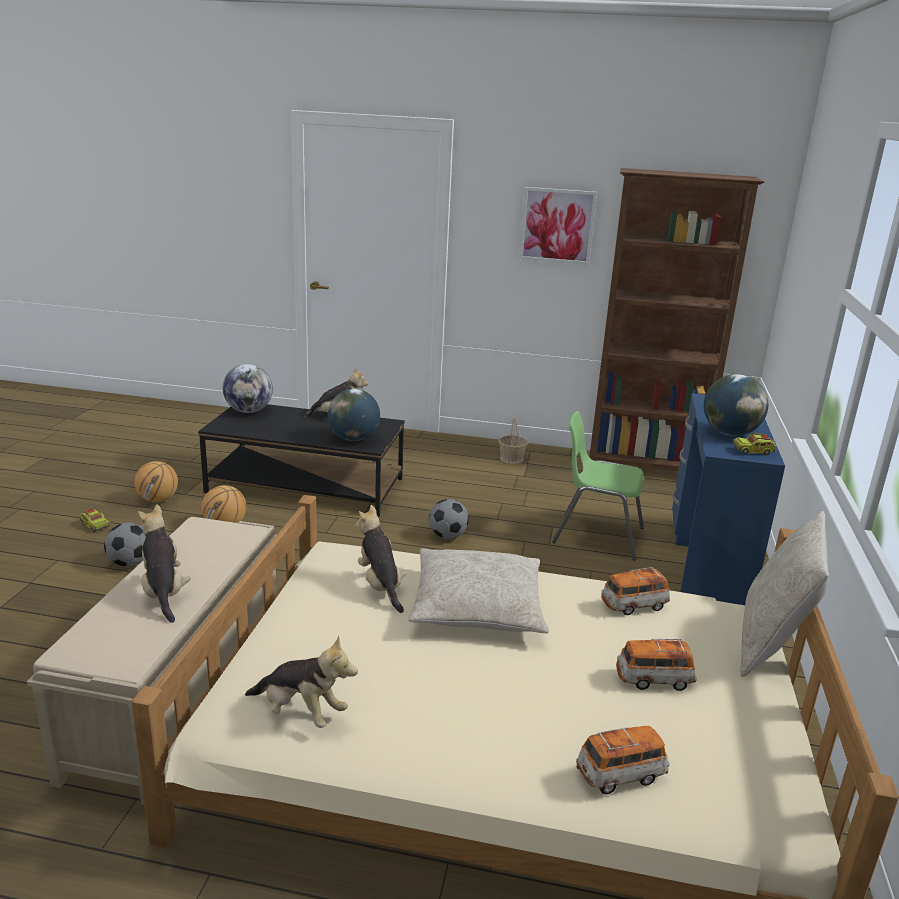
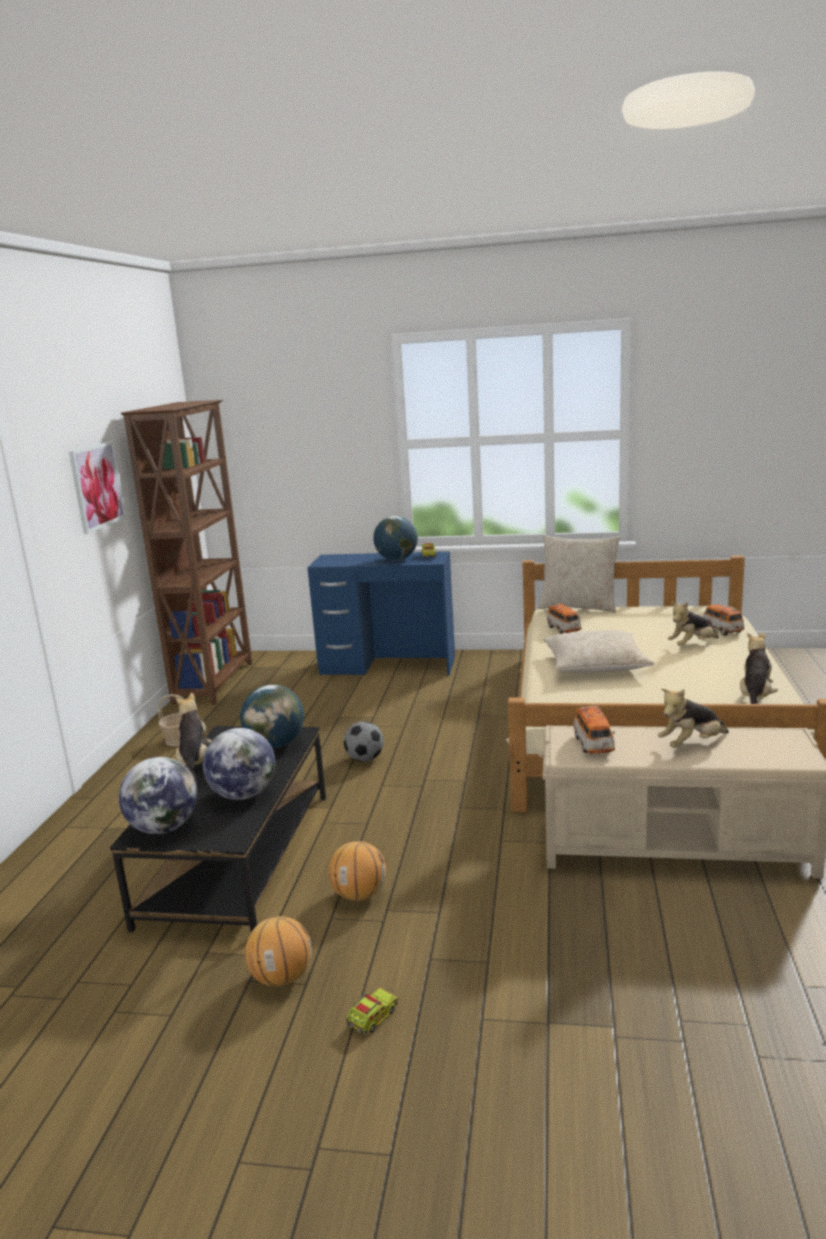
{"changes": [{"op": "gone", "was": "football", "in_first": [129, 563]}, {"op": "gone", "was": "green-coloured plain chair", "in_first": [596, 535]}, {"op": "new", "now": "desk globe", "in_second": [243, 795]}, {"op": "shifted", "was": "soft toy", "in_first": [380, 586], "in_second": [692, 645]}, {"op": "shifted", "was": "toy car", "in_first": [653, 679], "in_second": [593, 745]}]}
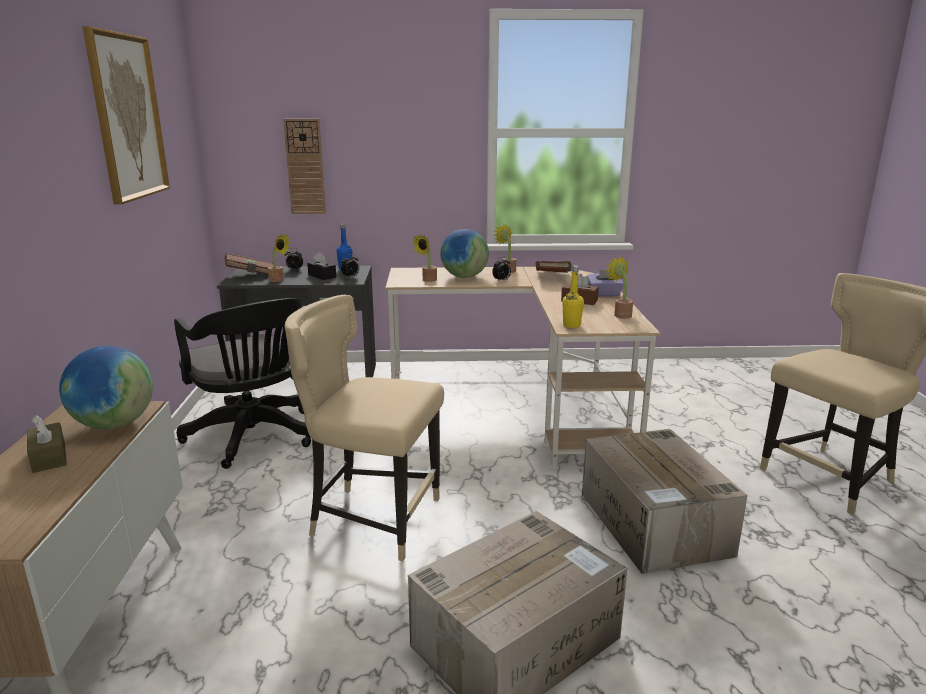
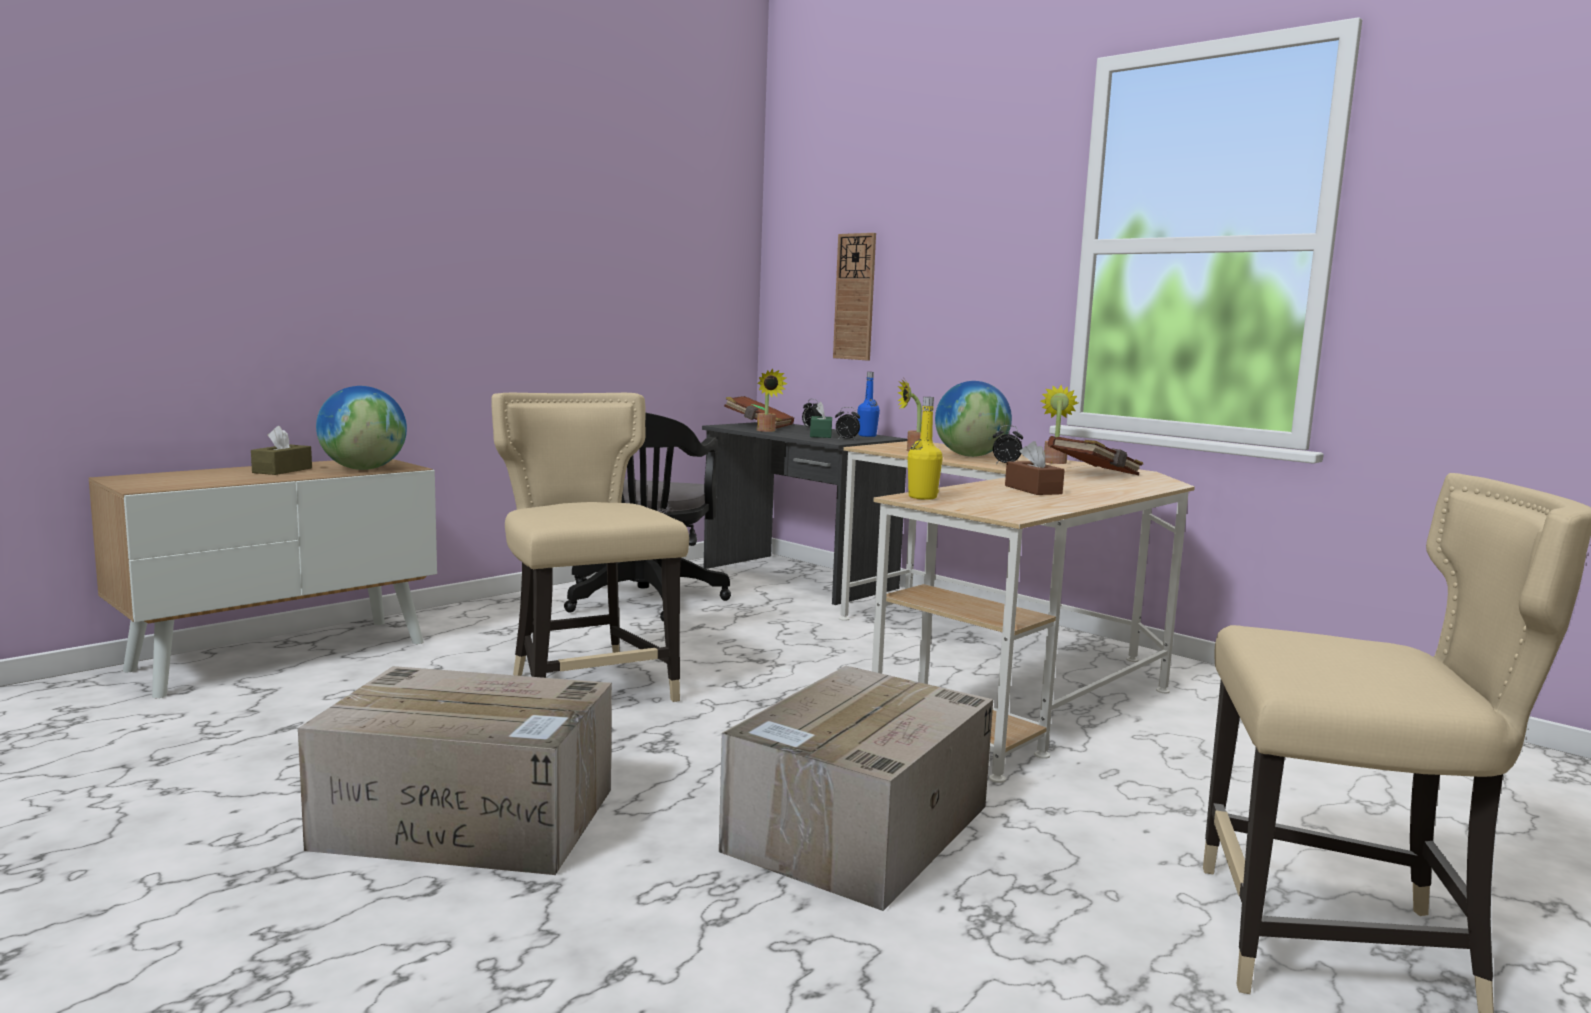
{"changes": [{"op": "gone", "was": "wall picture", "in_first": [127, 117]}, {"op": "gone", "was": "purple-coloured tissue holder", "in_first": [604, 294]}, {"op": "gone", "was": "houseplant", "in_first": [620, 314]}, {"op": "repainted", "was": "black-coloured tissue holder", "now": "green-coloured tissue holder", "in_first": [322, 276], "in_second": [820, 435]}]}
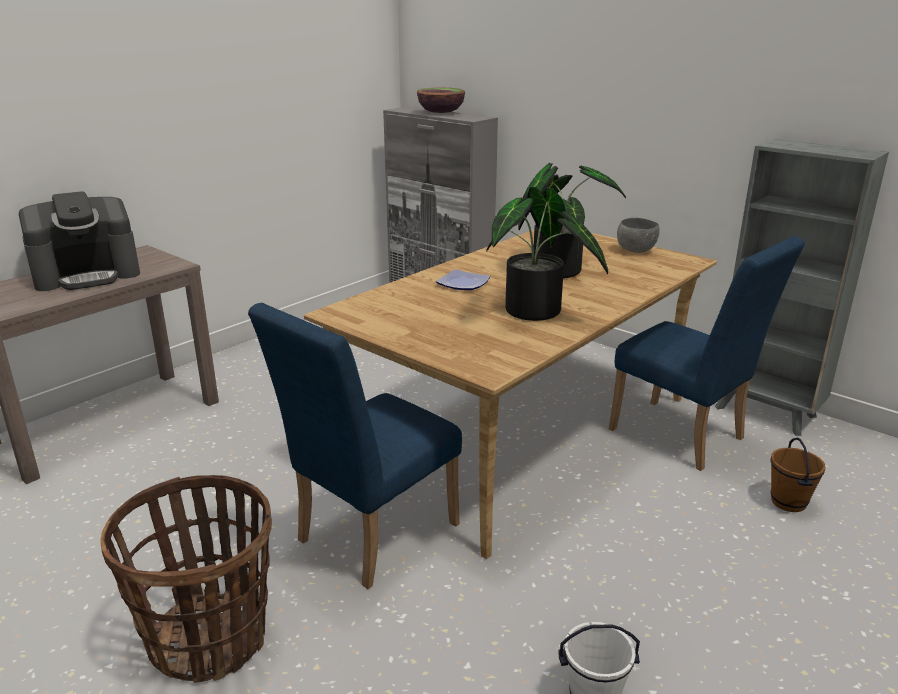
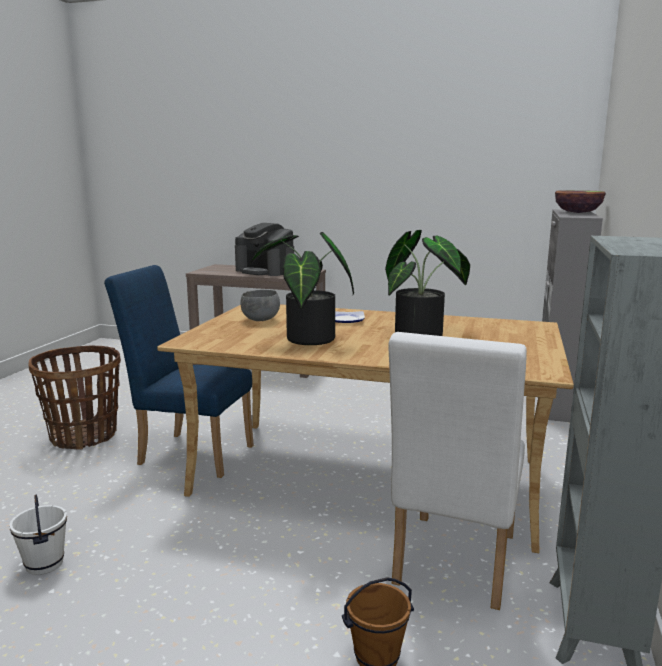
{"changes": [{"op": "shifted", "was": "gray bowl", "in_first": [636, 251], "in_second": [261, 320]}, {"op": "repainted", "was": "blue-coloured plain chair", "now": "white plain chair", "in_first": [684, 438], "in_second": [452, 565]}]}
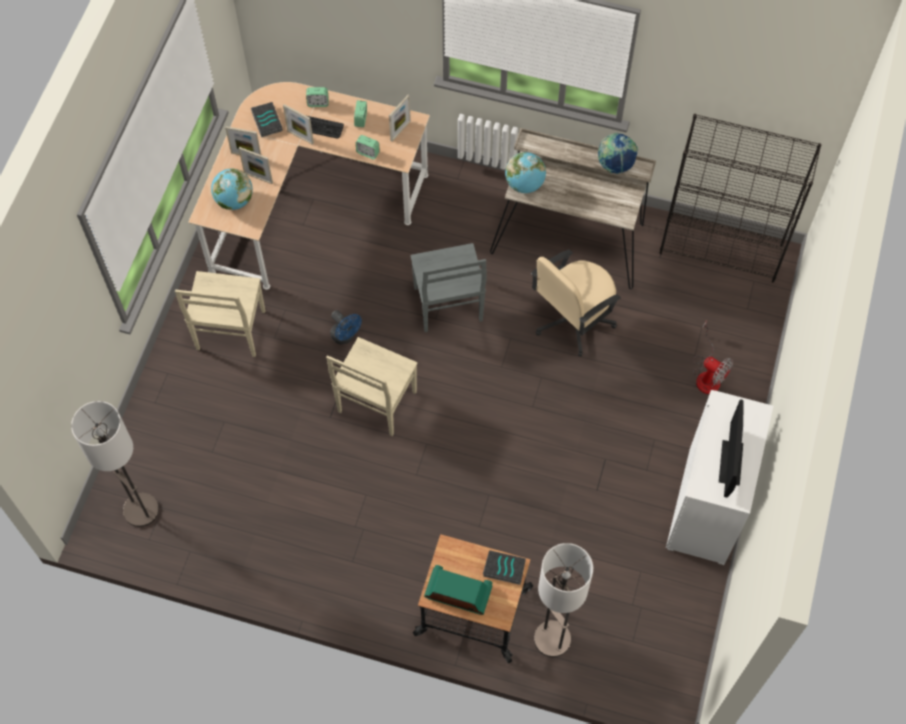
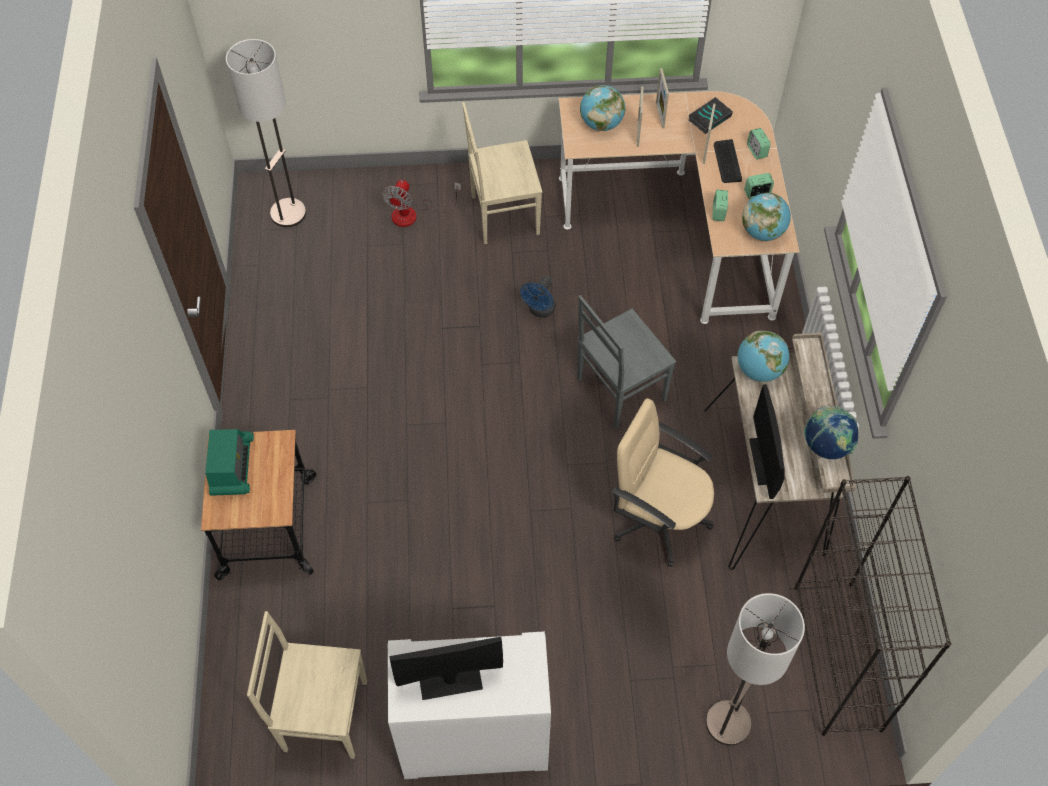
{"changes": [{"op": "gone", "was": "bound book", "in_first": [503, 569]}, {"op": "new", "now": "computer screen", "in_second": [765, 461]}, {"op": "shifted", "was": "beige plain chair", "in_first": [376, 403], "in_second": [322, 715]}, {"op": "shifted", "was": "standing lamp", "in_first": [552, 639], "in_second": [728, 722]}, {"op": "shifted", "was": "electric fan", "in_first": [707, 374], "in_second": [413, 214]}, {"op": "swapped", "was": "standing frame", "now": "desk globe", "in_first": [400, 131], "in_second": [762, 232]}]}
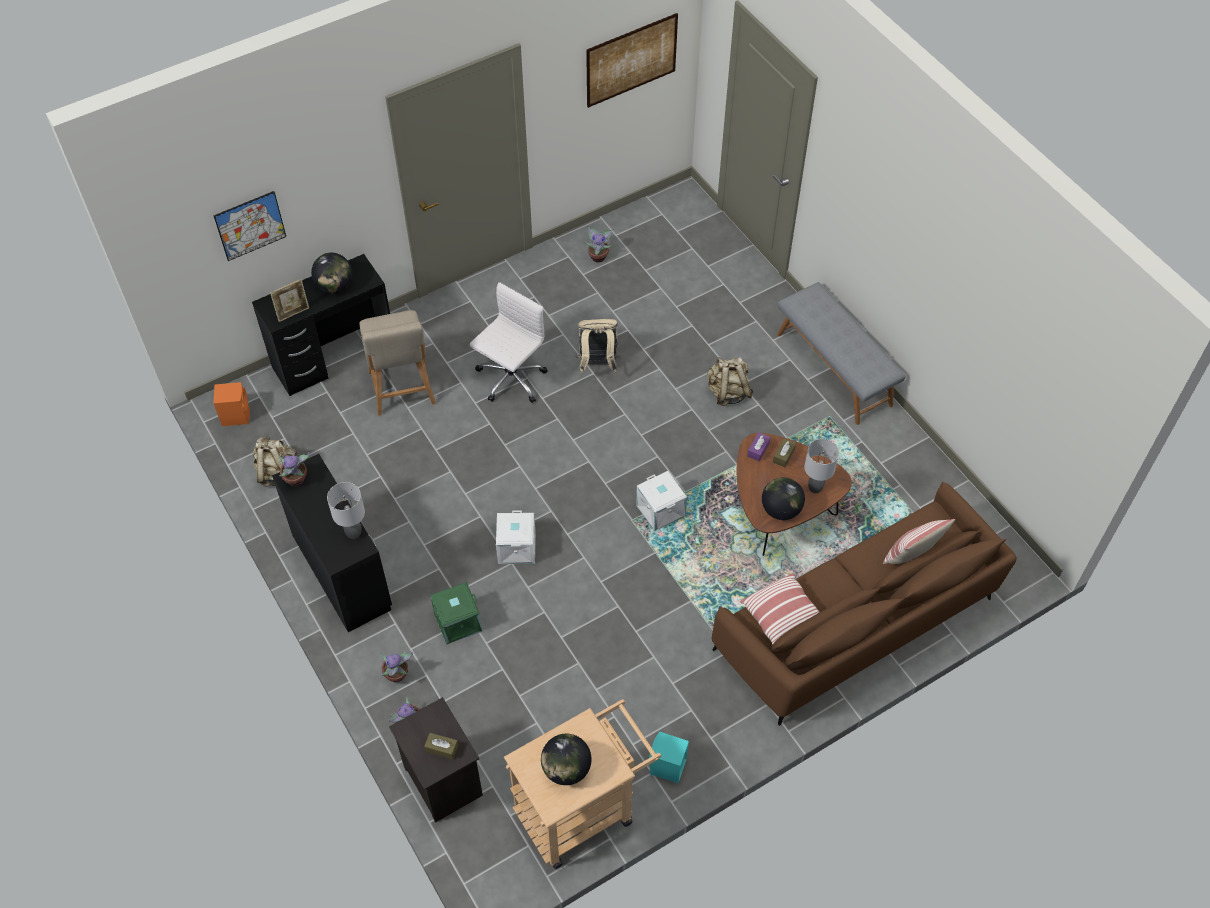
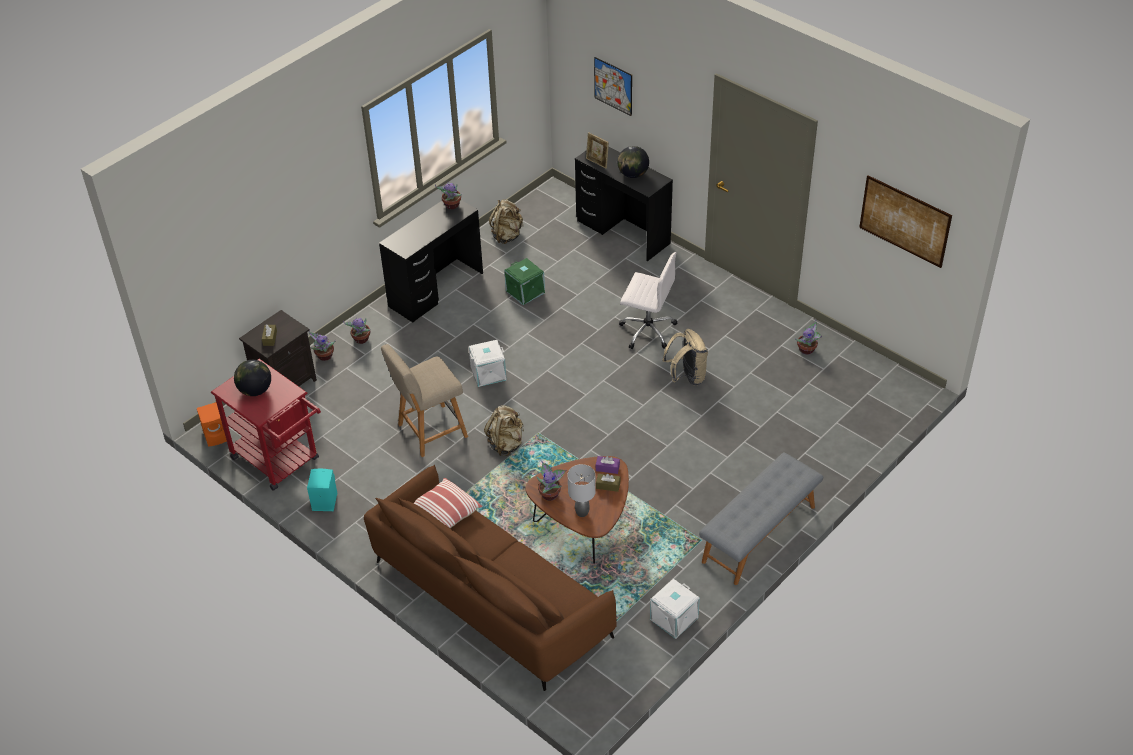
{"changes": [{"op": "gone", "was": "gray lamp for a table", "in_first": [354, 534]}, {"op": "gone", "was": "cushion", "in_first": [912, 554]}, {"op": "shifted", "was": "orange-coloured loudspeaker", "in_first": [236, 415], "in_second": [217, 436]}, {"op": "shifted", "was": "beige plain chair", "in_first": [402, 390], "in_second": [429, 432]}, {"op": "shifted", "was": "green-coloured storage box", "in_first": [458, 621], "in_second": [526, 291]}, {"op": "shifted", "was": "white storage box", "in_first": [661, 510], "in_second": [674, 619]}, {"op": "shifted", "was": "beige backpack", "in_first": [728, 392], "in_second": [506, 444]}, {"op": "swapped", "was": "desk globe", "now": "houseplant", "in_first": [781, 510], "in_second": [550, 494]}, {"op": "repainted", "was": "beige cart", "now": "reddish cart", "in_first": [582, 808], "in_second": [280, 461]}]}
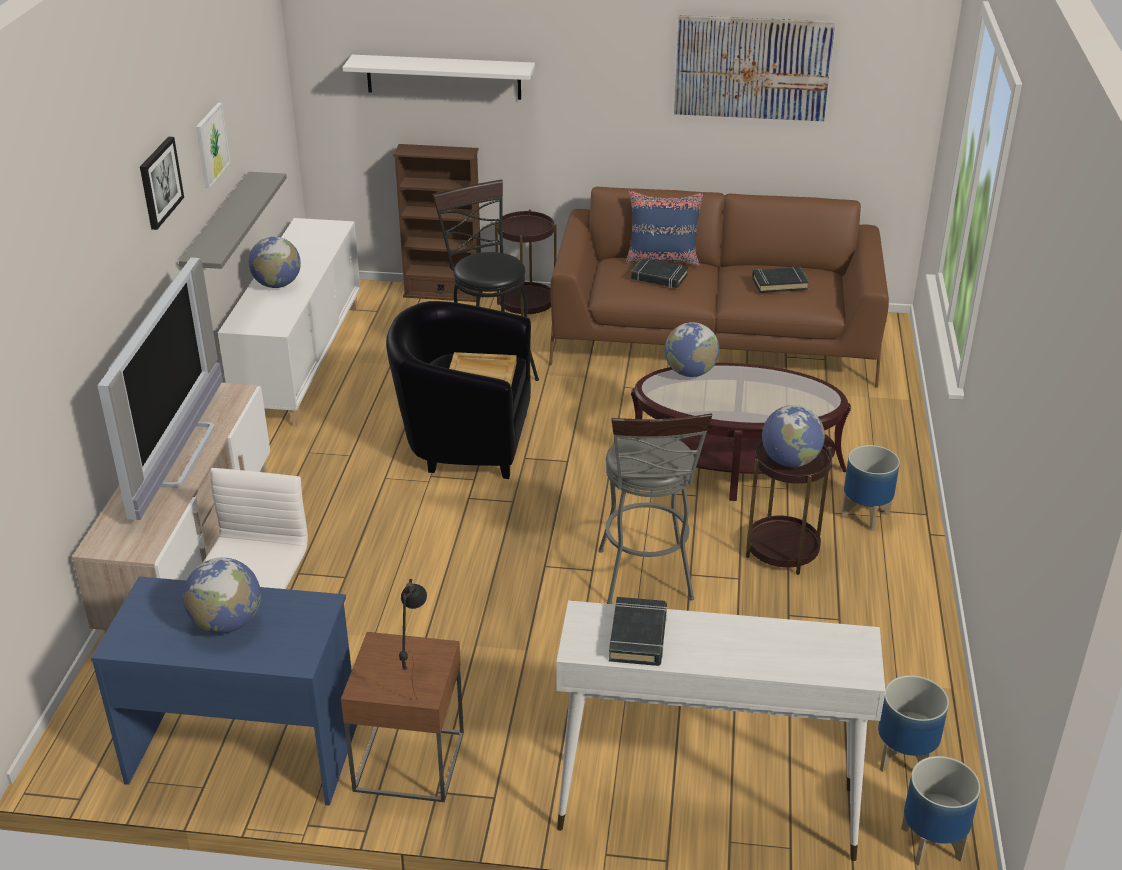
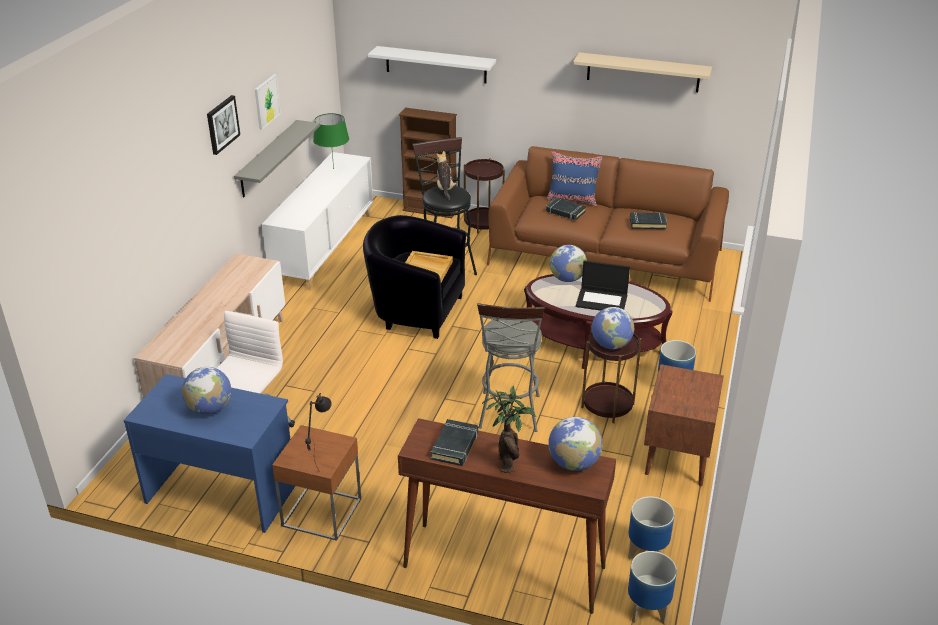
{"changes": [{"op": "gone", "was": "TV", "in_first": [177, 454]}, {"op": "new", "now": "green-coloured lamp for a table", "in_second": [333, 169]}, {"op": "new", "now": "soft toy", "in_second": [445, 189]}, {"op": "new", "now": "houseplant", "in_second": [508, 461]}, {"op": "new", "now": "portable computer", "in_second": [602, 300]}, {"op": "new", "now": "brown bedside table", "in_second": [676, 460]}, {"op": "shifted", "was": "desk globe", "in_first": [277, 285], "in_second": [573, 463]}, {"op": "swapped", "was": "wall picture", "now": "beige bracket shelf", "in_first": [752, 68], "in_second": [643, 72]}, {"op": "repainted", "was": "white console table", "now": "brown console table", "in_first": [705, 808], "in_second": [503, 567]}]}
